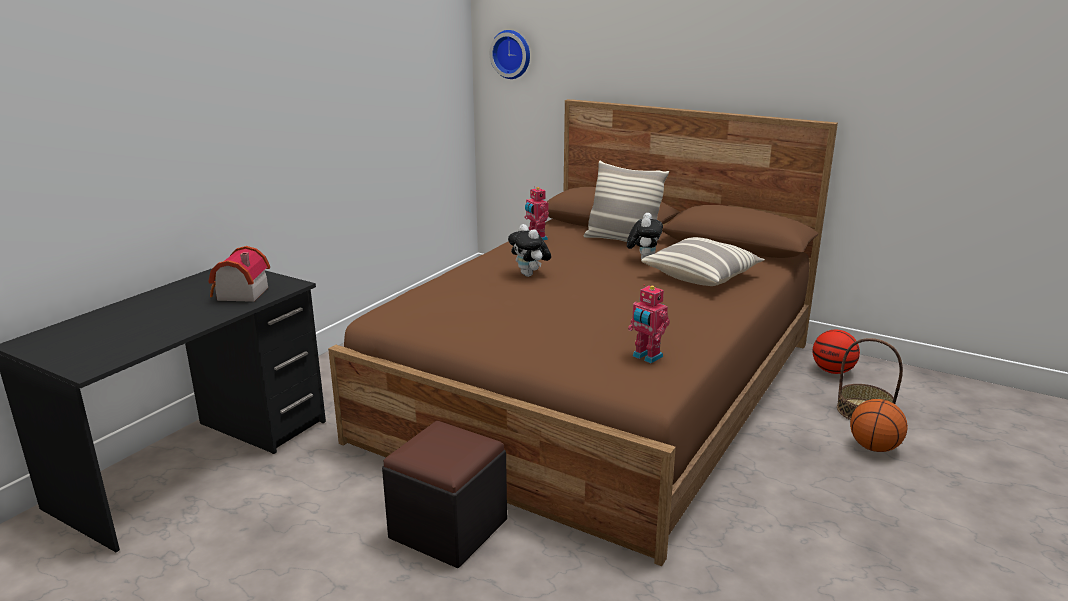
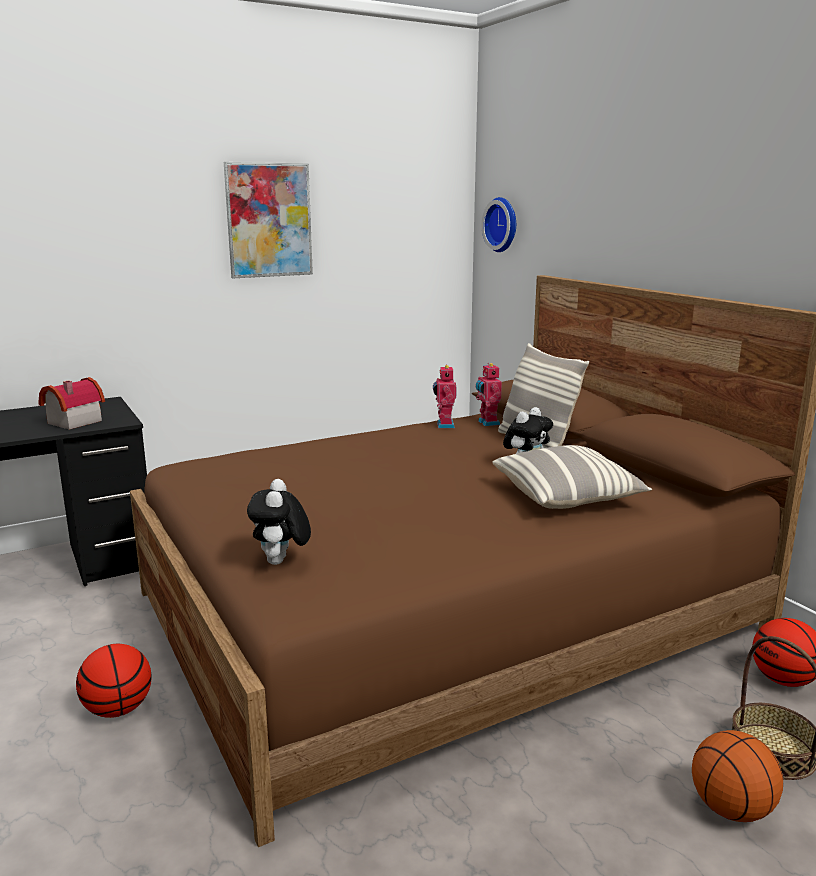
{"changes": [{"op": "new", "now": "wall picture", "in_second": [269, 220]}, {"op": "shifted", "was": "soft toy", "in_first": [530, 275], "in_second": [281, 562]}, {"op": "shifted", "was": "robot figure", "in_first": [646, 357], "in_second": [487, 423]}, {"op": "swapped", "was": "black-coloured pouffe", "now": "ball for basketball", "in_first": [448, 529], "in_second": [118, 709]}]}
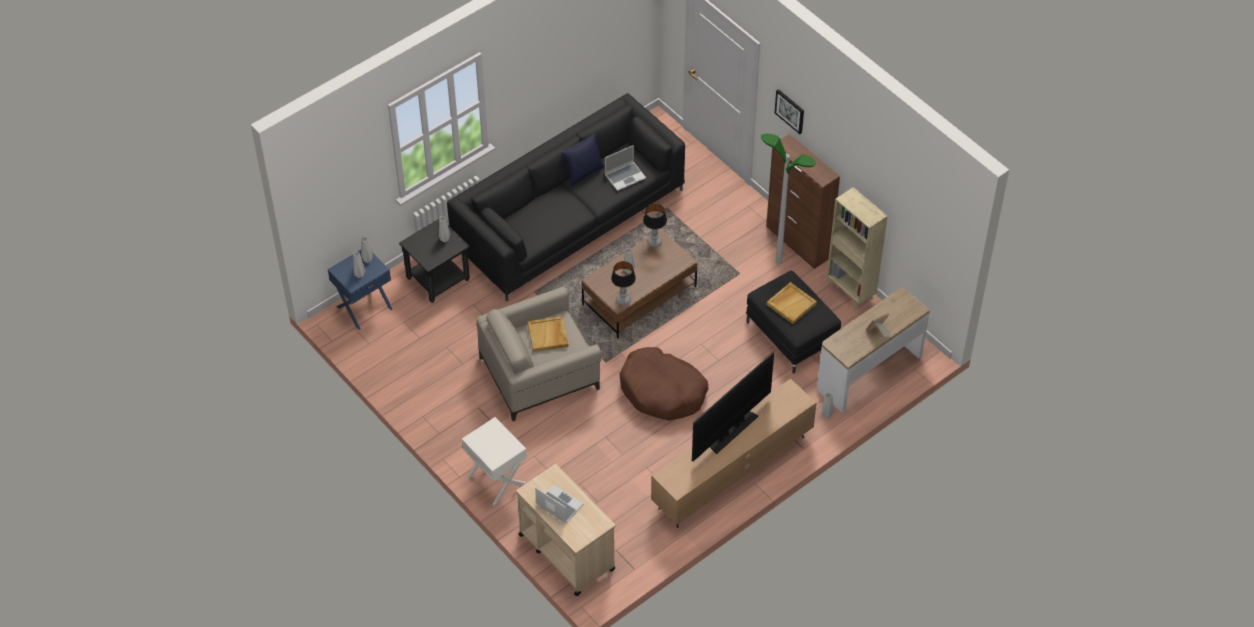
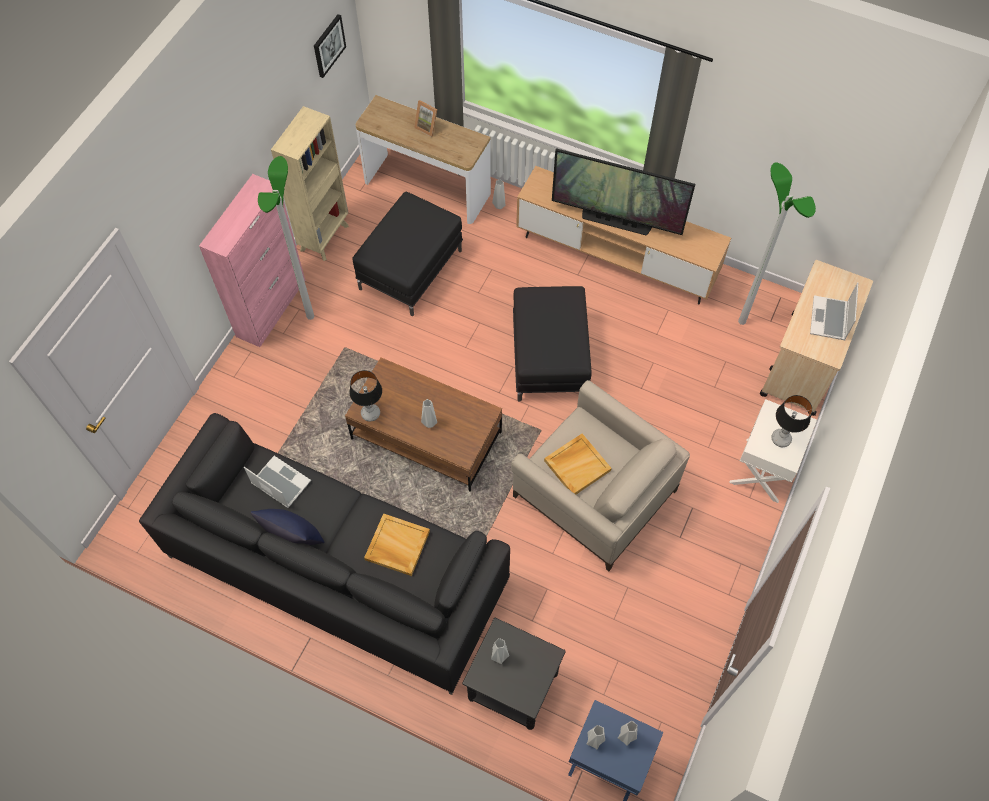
{"changes": [{"op": "new", "now": "standing lamp", "in_second": [742, 321]}, {"op": "shifted", "was": "lamp for a table", "in_first": [623, 300], "in_second": [781, 438]}, {"op": "shifted", "was": "beige serving tray", "in_first": [791, 304], "in_second": [396, 546]}, {"op": "shifted", "was": "wall picture", "in_first": [790, 111], "in_second": [328, 45]}, {"op": "swapped", "was": "brown dog bed", "now": "black-coloured pouffe", "in_first": [662, 391], "in_second": [550, 358]}, {"op": "repainted", "was": "brown cupboard", "now": "pink cupboard", "in_first": [798, 242], "in_second": [271, 307]}]}
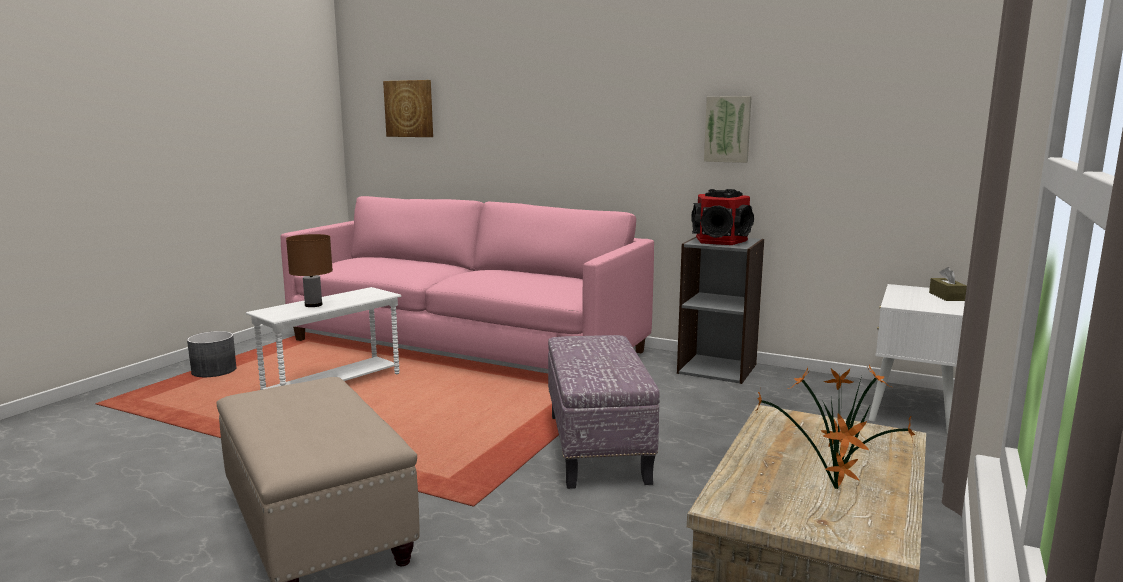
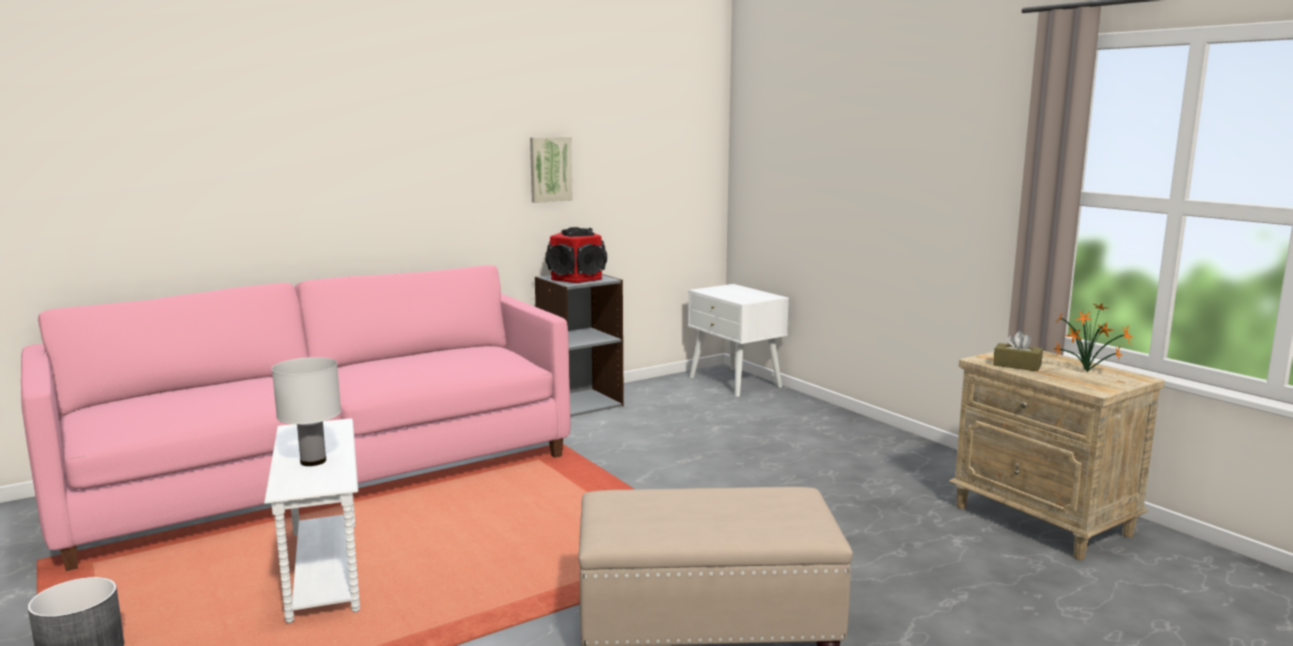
{"changes": [{"op": "gone", "was": "wall picture", "in_first": [409, 108]}, {"op": "gone", "was": "pouffe", "in_first": [598, 447]}, {"op": "shifted", "was": "brown tissue holder", "in_first": [946, 296], "in_second": [1017, 365]}, {"op": "repainted", "was": "brown lamp for a table", "now": "white lamp for a table", "in_first": [313, 305], "in_second": [312, 461]}]}
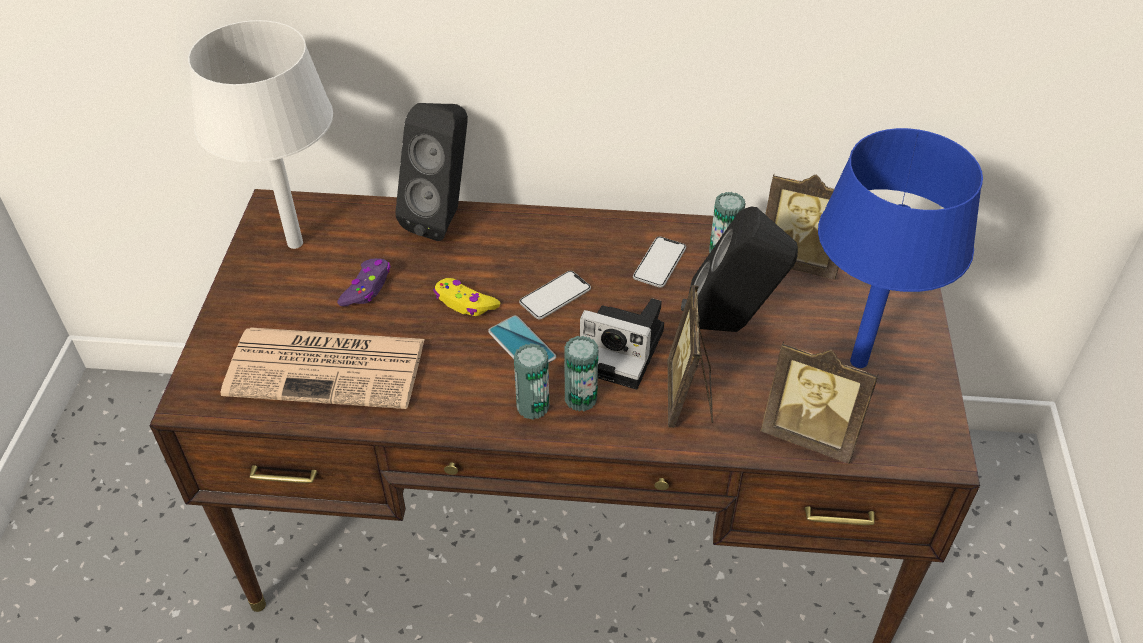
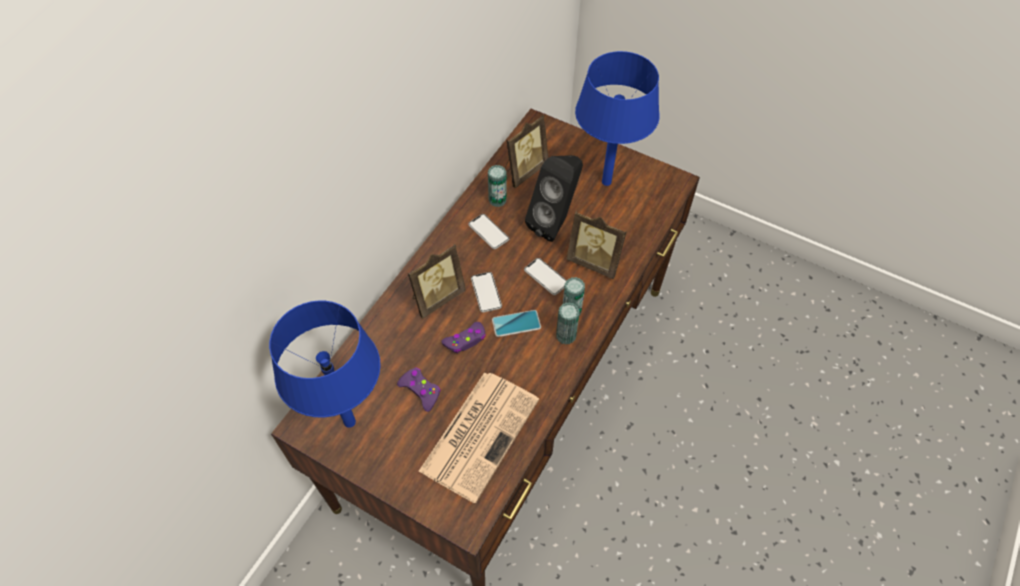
{"changes": [{"op": "gone", "was": "black-coloured loudspeaker", "in_first": [443, 218]}, {"op": "shifted", "was": "standing frame", "in_first": [810, 434], "in_second": [437, 297]}, {"op": "swapped", "was": "still camera", "now": "handset", "in_first": [623, 350], "in_second": [546, 277]}, {"op": "repainted", "was": "white lamp for a table", "now": "blue-coloured lamp for a table", "in_first": [295, 243], "in_second": [349, 421]}, {"op": "repainted", "was": "yellowish joypad", "now": "purple-coloured joypad", "in_first": [465, 303], "in_second": [465, 340]}]}
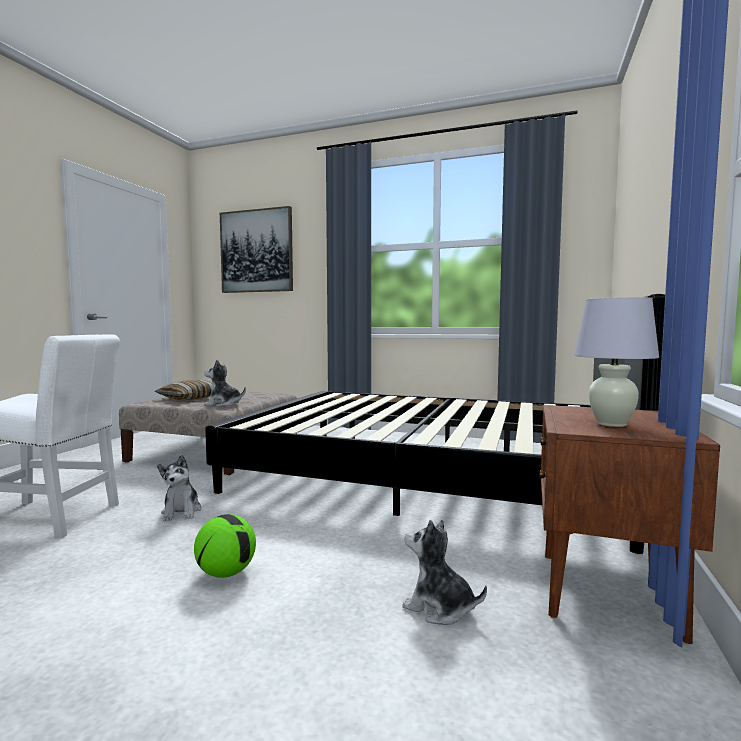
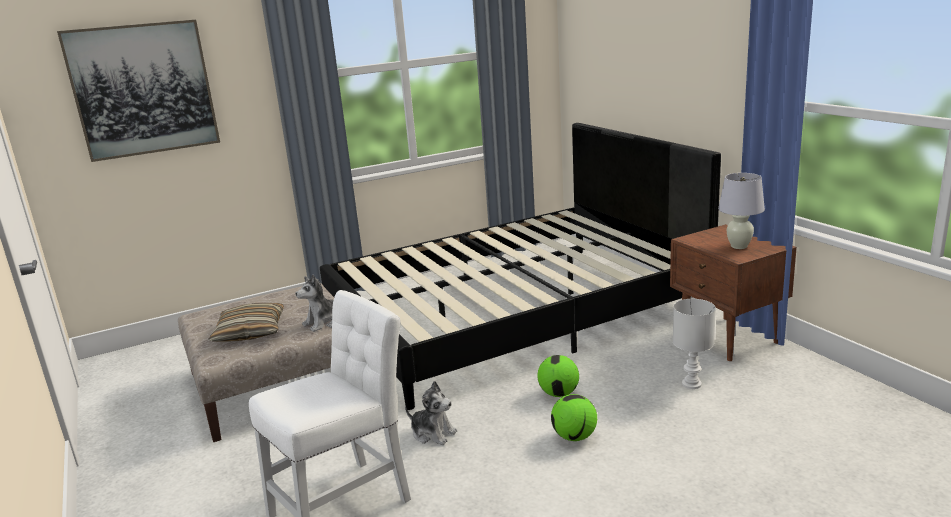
{"changes": [{"op": "new", "now": "football", "in_second": [559, 393]}, {"op": "swapped", "was": "soft toy", "now": "white lamp for a table", "in_first": [439, 608], "in_second": [692, 384]}]}
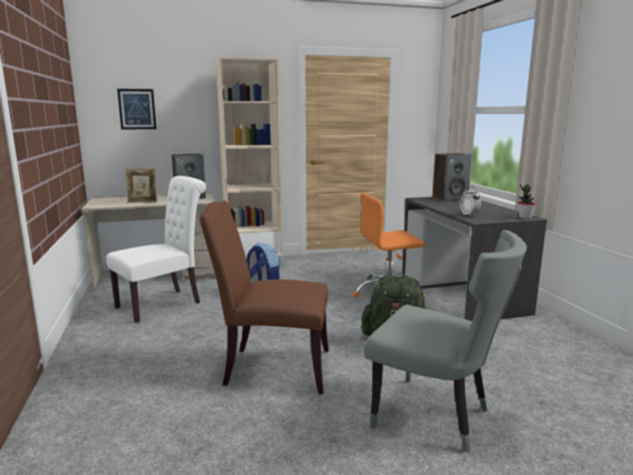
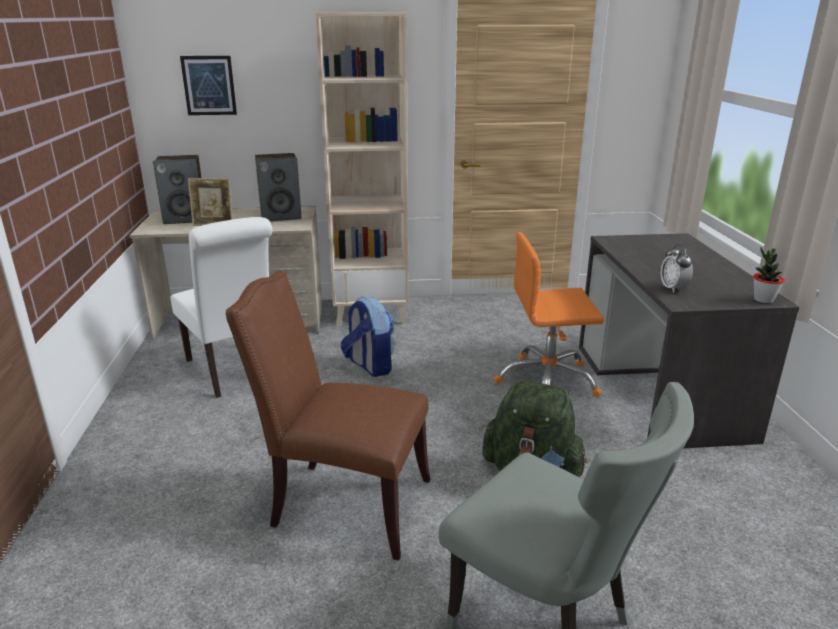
{"changes": [{"op": "shifted", "was": "loudspeaker", "in_first": [450, 198], "in_second": [186, 219]}, {"op": "rotated", "was": "white plain chair", "in_first": [163, 304], "in_second": [234, 372], "clockwise": 90}]}
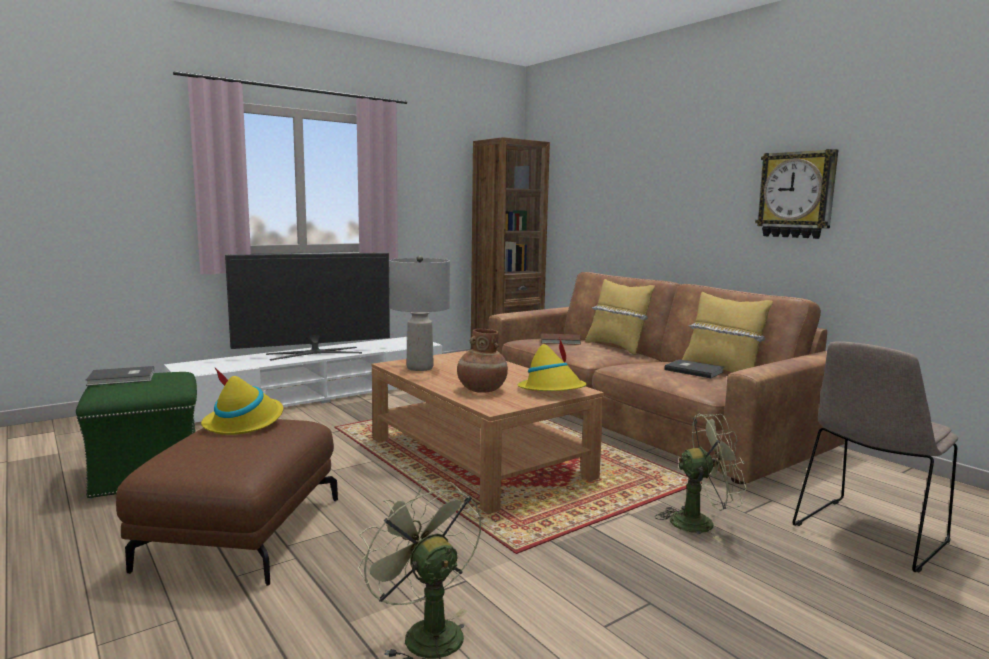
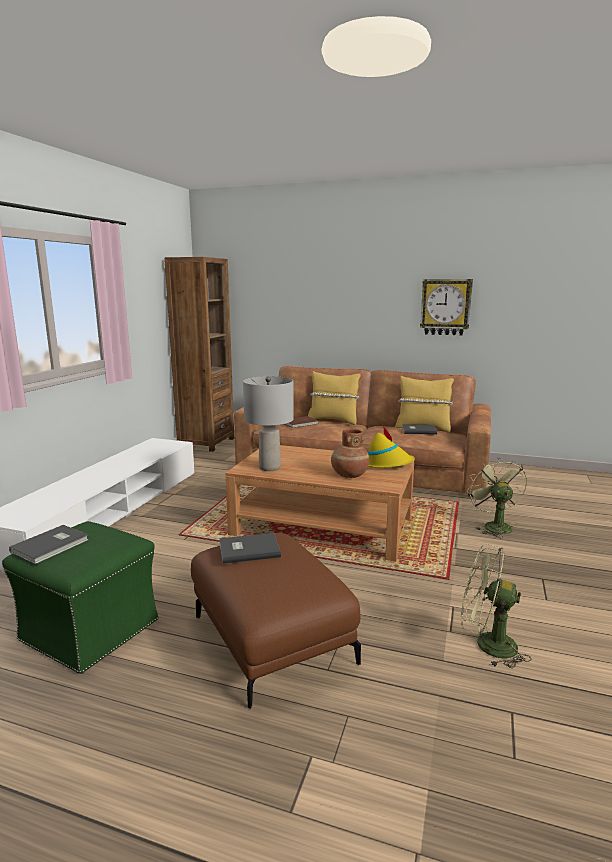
{"changes": [{"op": "gone", "was": "TV", "in_first": [315, 353]}, {"op": "gone", "was": "beige plain chair", "in_first": [868, 535]}, {"op": "swapped", "was": "yellowish wearable hat", "now": "gray bound book", "in_first": [245, 422], "in_second": [248, 549]}, {"op": "rotated", "was": "green-coloured electric fan", "in_first": [701, 522], "in_second": [493, 526], "clockwise": -60}]}
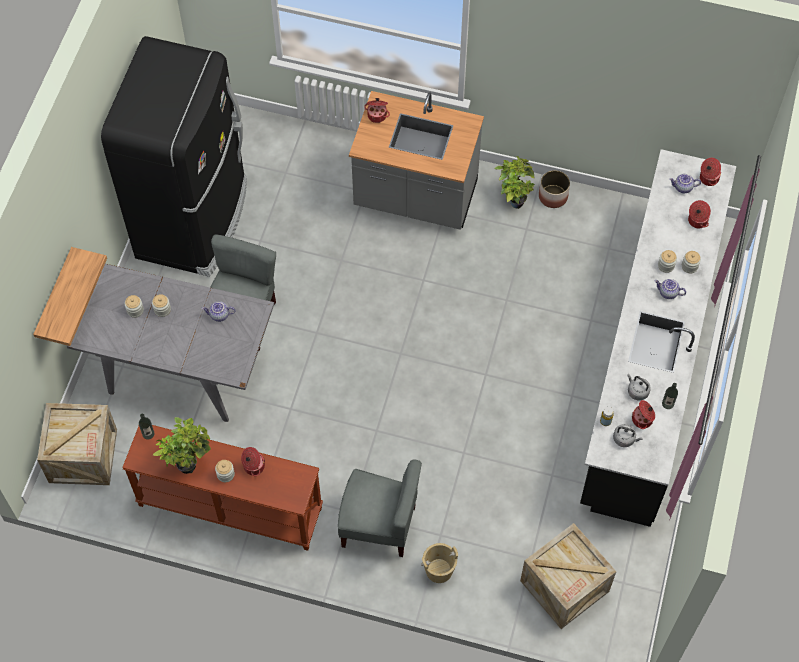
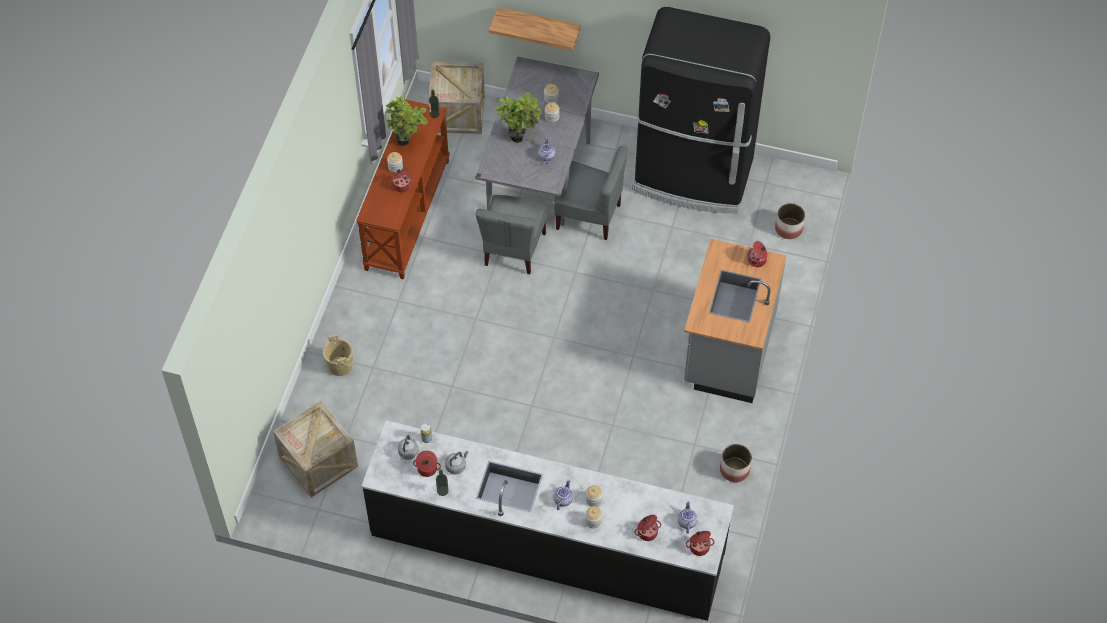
{"changes": [{"op": "new", "now": "flower pot", "in_second": [789, 228]}, {"op": "shifted", "was": "gray plain chair", "in_first": [379, 525], "in_second": [513, 249]}, {"op": "shifted", "was": "houseplant", "in_first": [513, 200], "in_second": [520, 136]}]}
